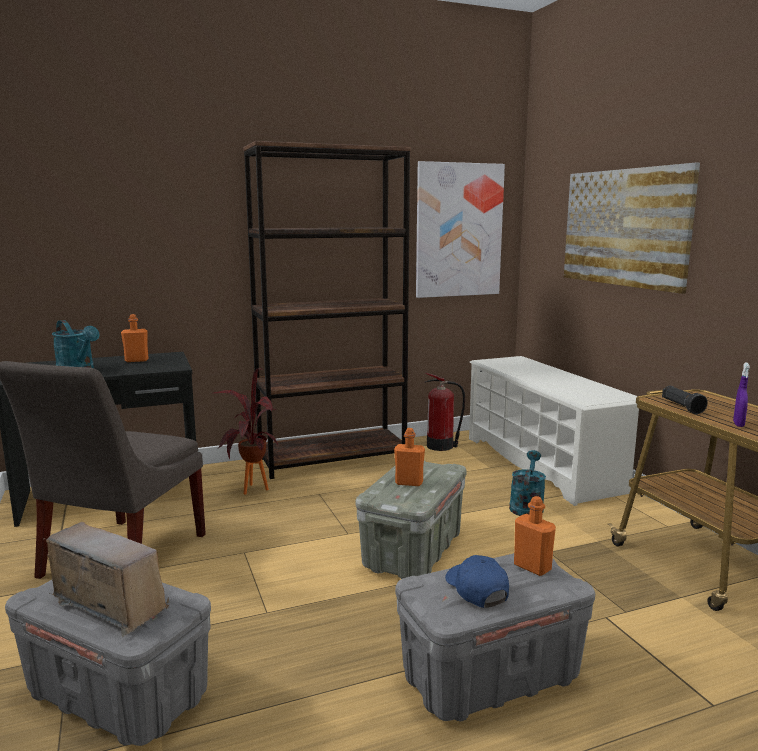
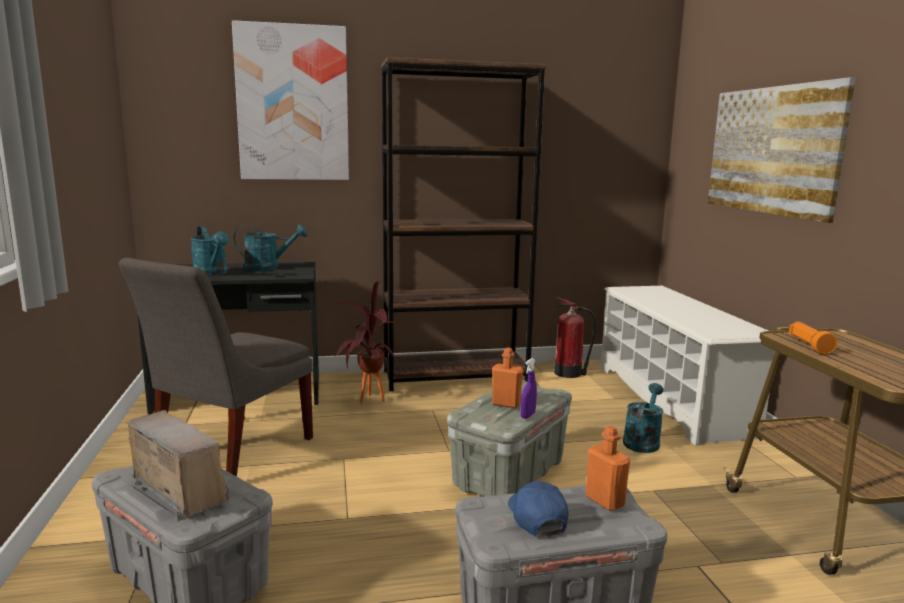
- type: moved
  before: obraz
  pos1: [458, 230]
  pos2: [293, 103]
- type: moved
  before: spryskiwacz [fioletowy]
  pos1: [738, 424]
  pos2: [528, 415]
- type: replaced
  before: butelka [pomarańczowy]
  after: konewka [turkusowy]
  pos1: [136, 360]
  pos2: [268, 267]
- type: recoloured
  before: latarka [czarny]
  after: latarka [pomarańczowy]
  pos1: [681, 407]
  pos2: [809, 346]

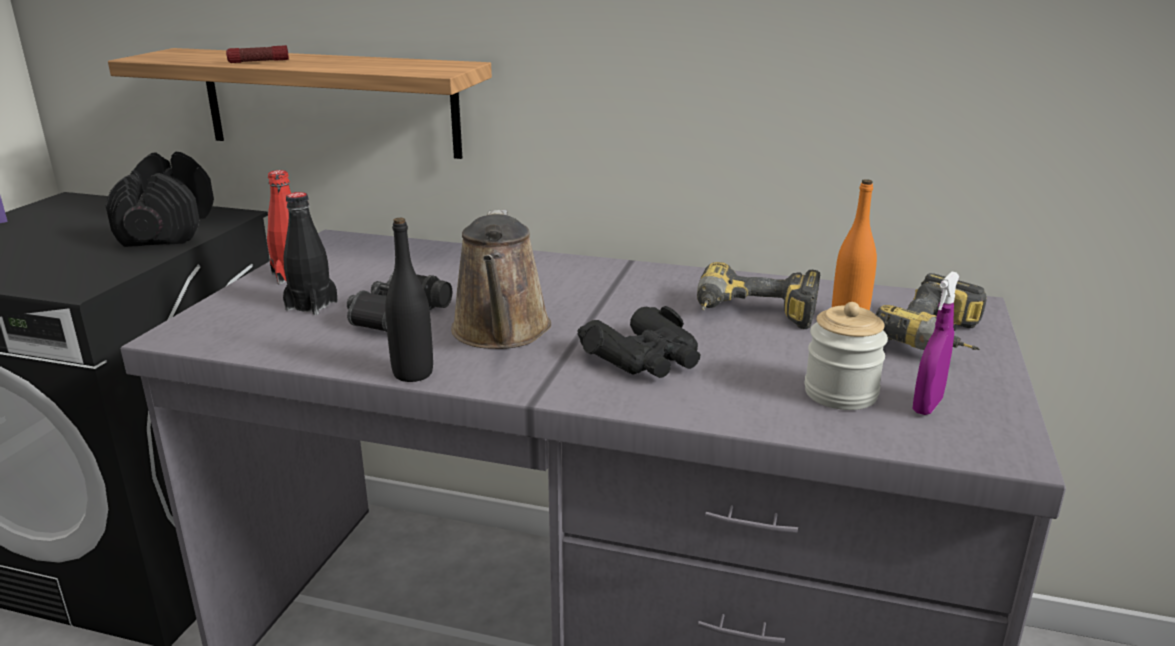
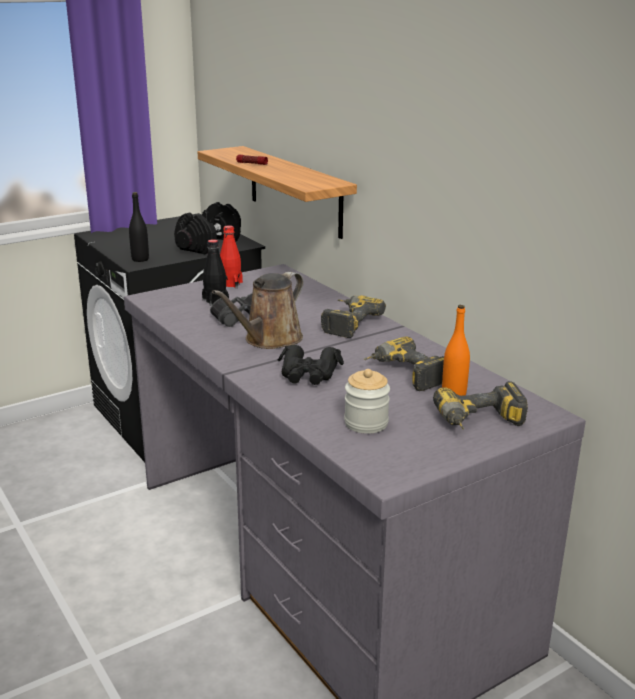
- type: removed
  before: spryskiwacz [fioletowy]
  pos1: [927, 406]
- type: added
  after: wiertarka
  pos2: [347, 323]
- type: moved
  before: butelka [czarny]
  pos1: [413, 373]
  pos2: [140, 259]

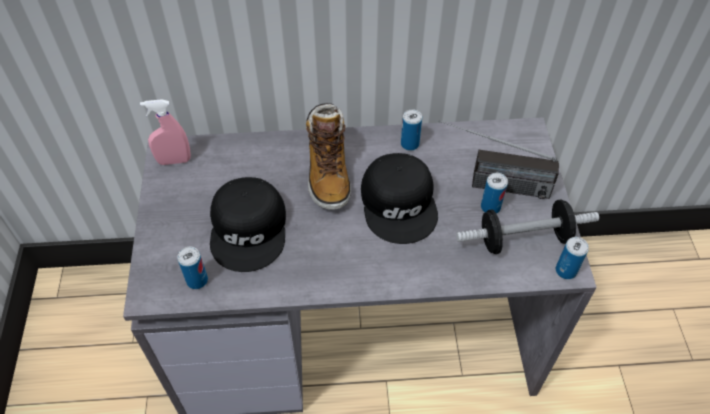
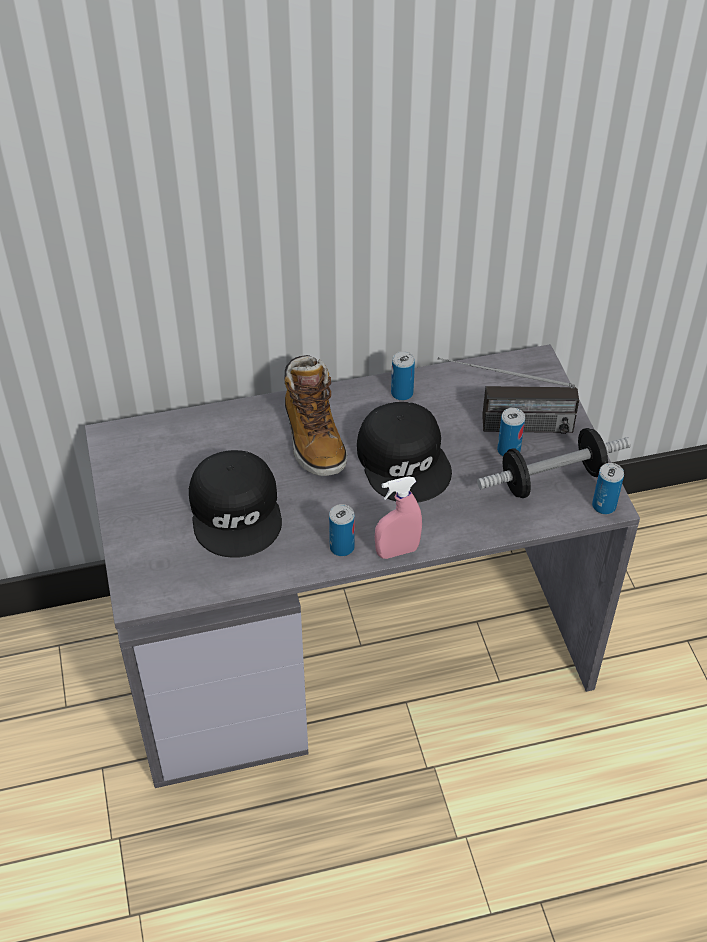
- type: moved
  before: spryskiwacz [różowy]
  pos1: [174, 161]
  pos2: [397, 551]
- type: moved
  before: puszka
  pos1: [197, 280]
  pos2: [342, 547]

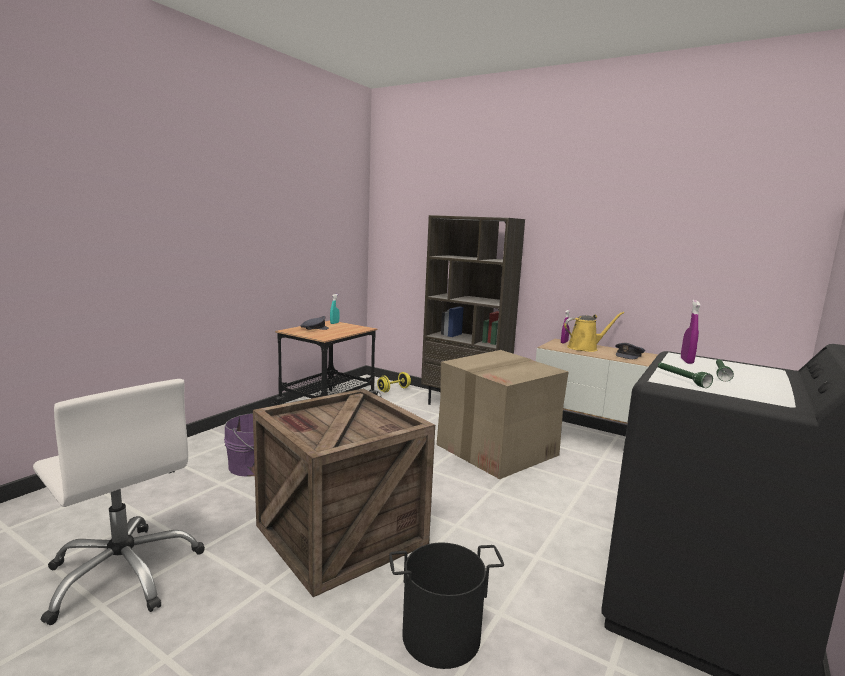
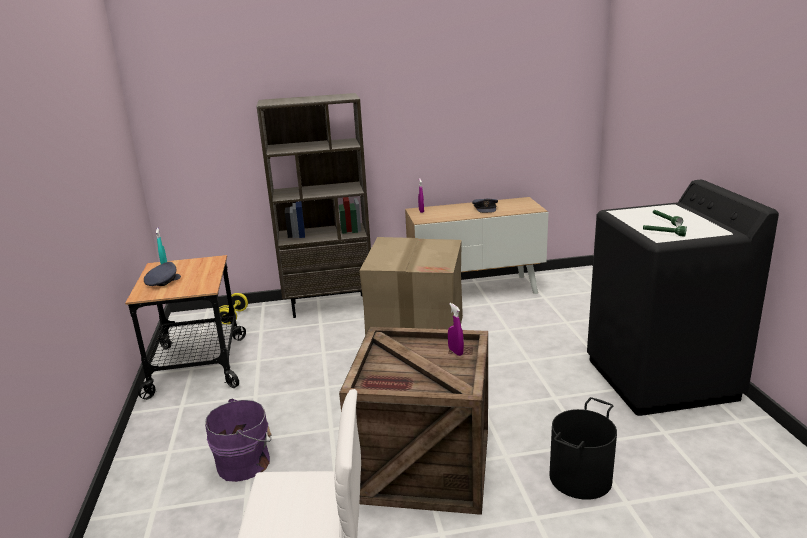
- type: removed
  before: konewka [żółty]
  pos1: [585, 348]
- type: moved
  before: spryskiwacz [fioletowy]
  pos1: [686, 361]
  pos2: [455, 352]

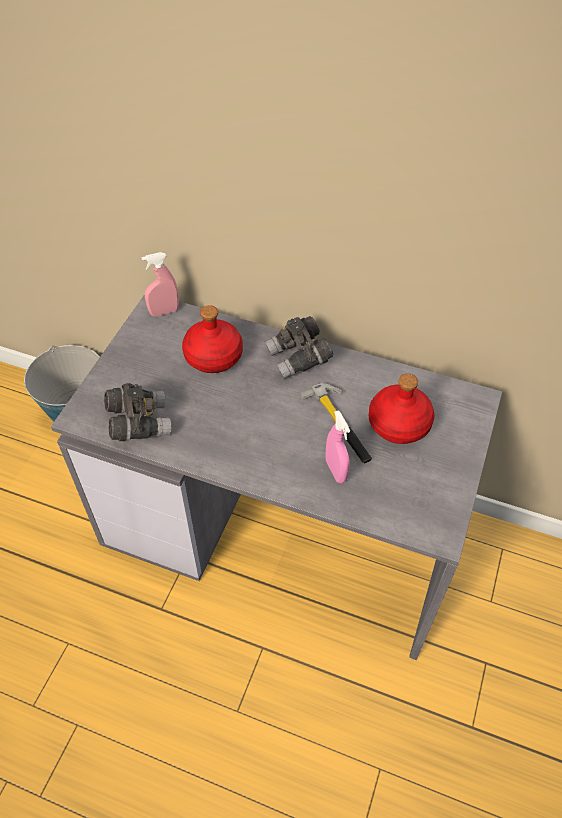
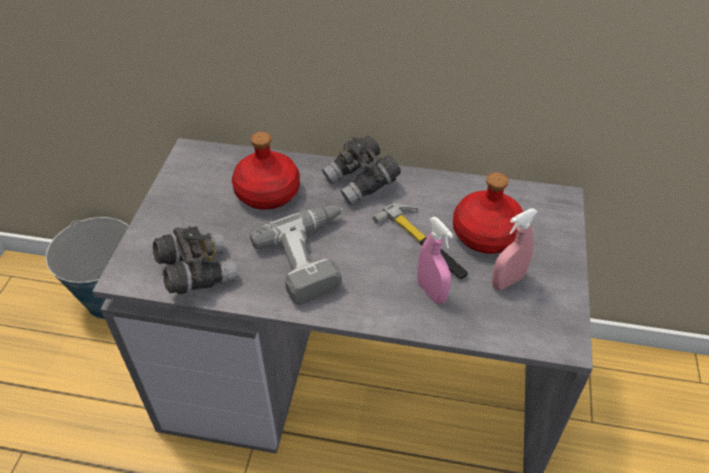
- type: added
  after: wiertarka
  pos2: [313, 257]
- type: moved
  before: spryskiwacz [różowy]
  pos1: [164, 312]
  pos2: [507, 281]

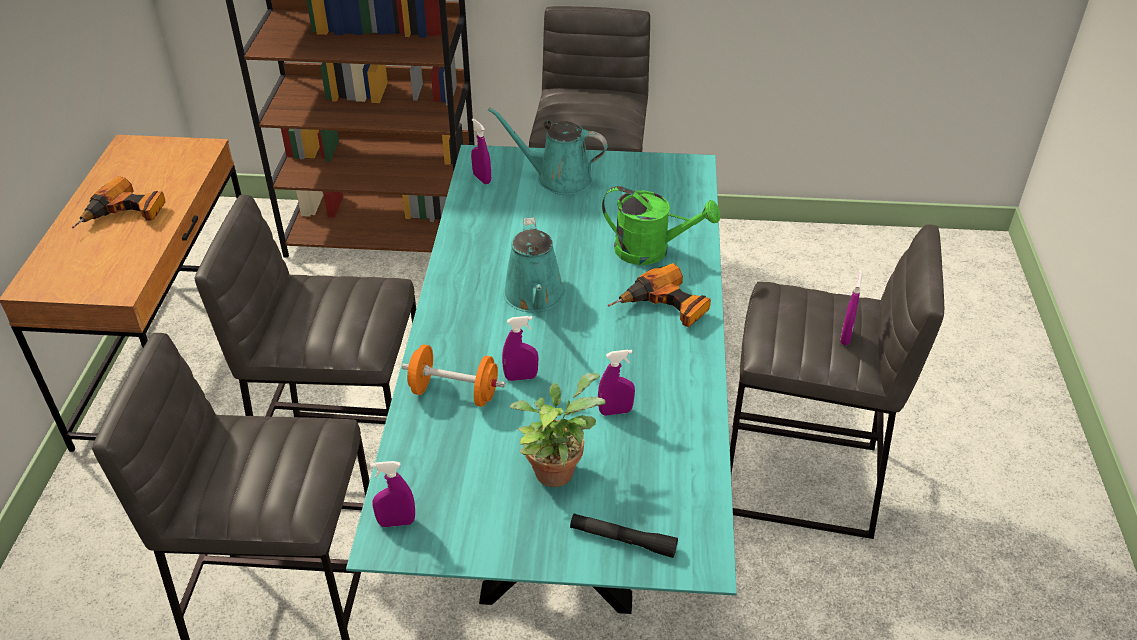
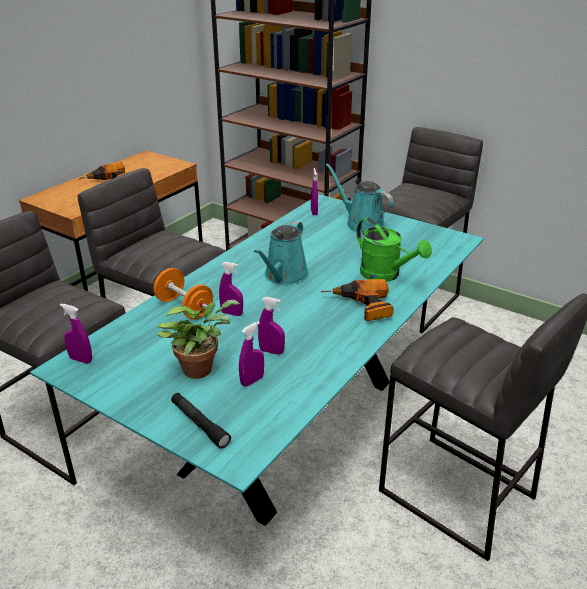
- type: moved
  before: spryskiwacz [fioletowy]
  pos1: [845, 336]
  pos2: [252, 381]

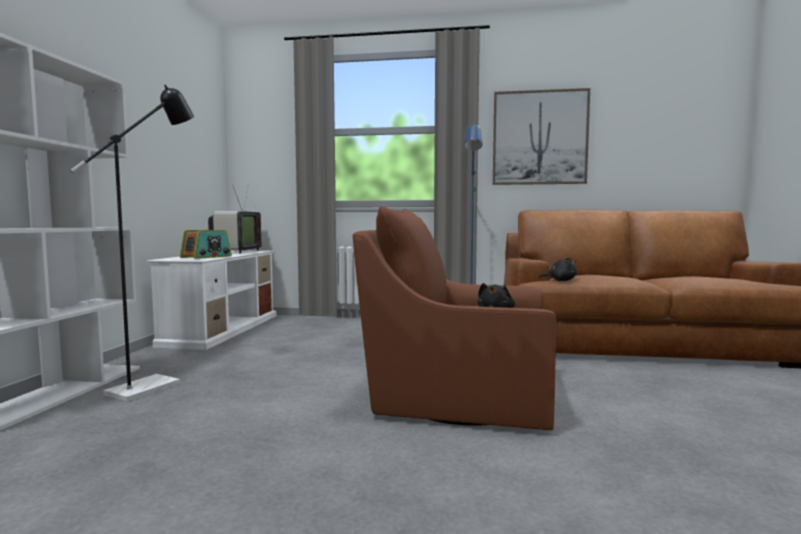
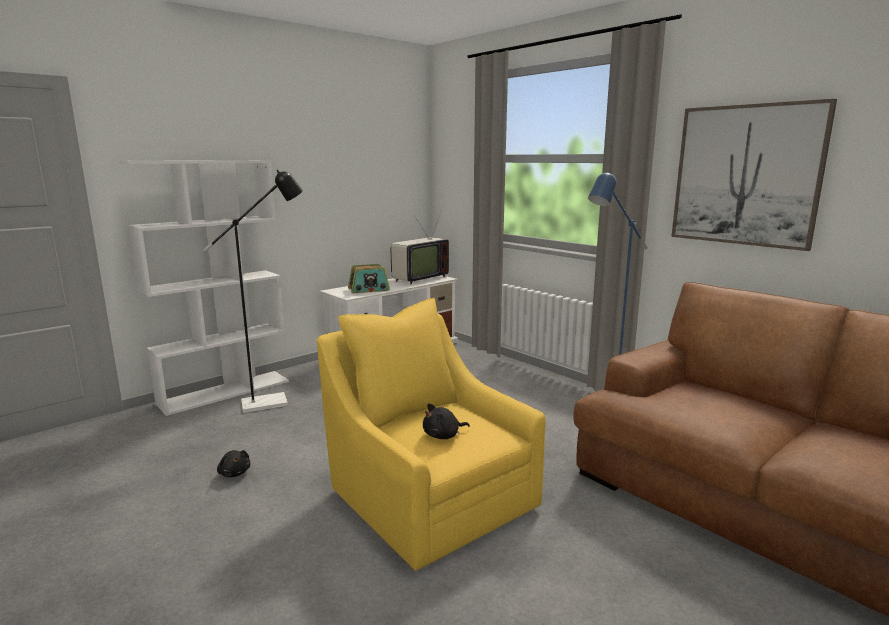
- type: moved
  before: pluszak [czarny]
  pos1: [560, 280]
  pos2: [234, 473]
- type: recoloured
  before: fotel [brązowy]
  after: fotel [żółty]
  pos1: [456, 395]
  pos2: [428, 496]

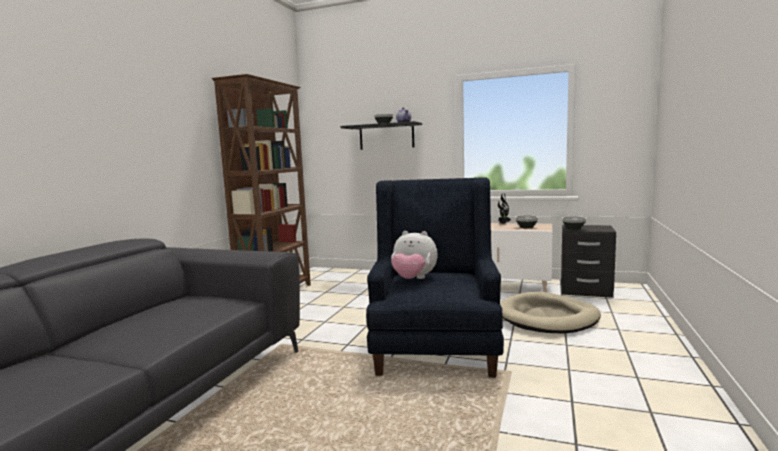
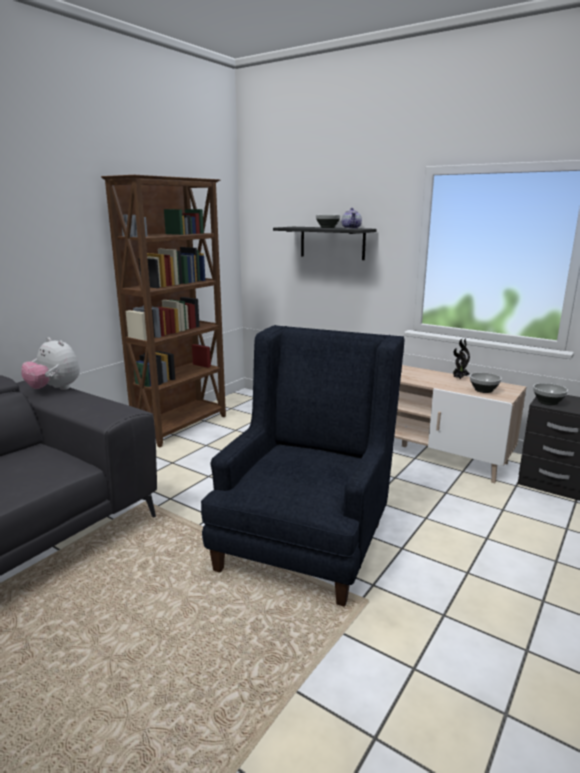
- type: removed
  before: legowisko [beżowy]
  pos1: [547, 317]
- type: moved
  before: pluszak
  pos1: [413, 279]
  pos2: [54, 389]

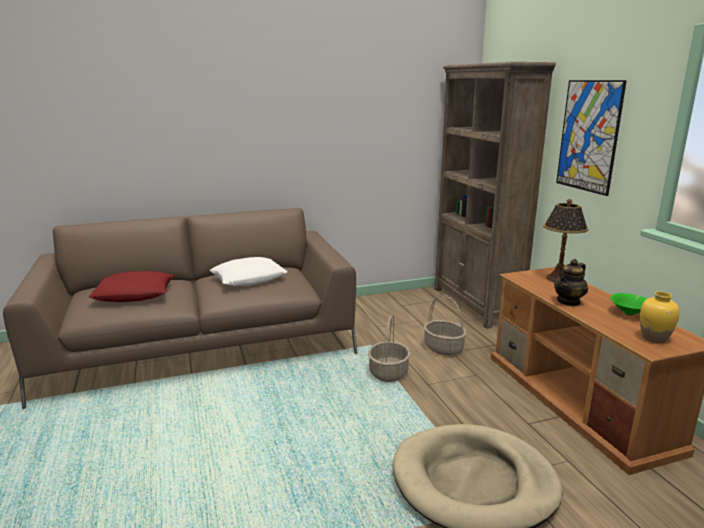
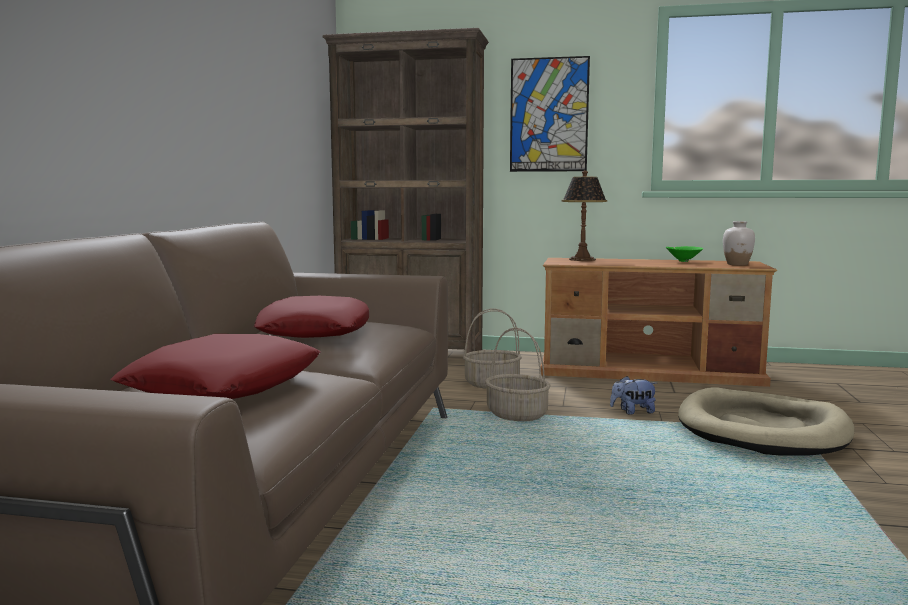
- type: removed
  before: imbryk
  pos1: [569, 301]
- type: added
  after: pluszak
  pos2: [633, 412]
- type: recoloured
  before: poduszka [biały]
  after: poduszka [czerwony]
  pos1: [249, 278]
  pos2: [315, 330]
- type: recoloured
  before: wazon [żółty]
  after: wazon [biały]
  pos1: [654, 338]
  pos2: [737, 264]

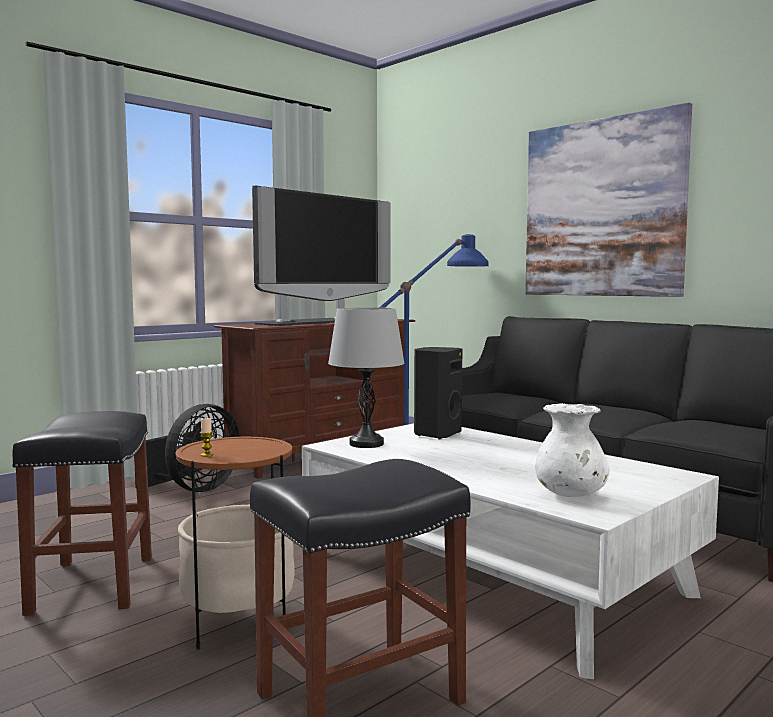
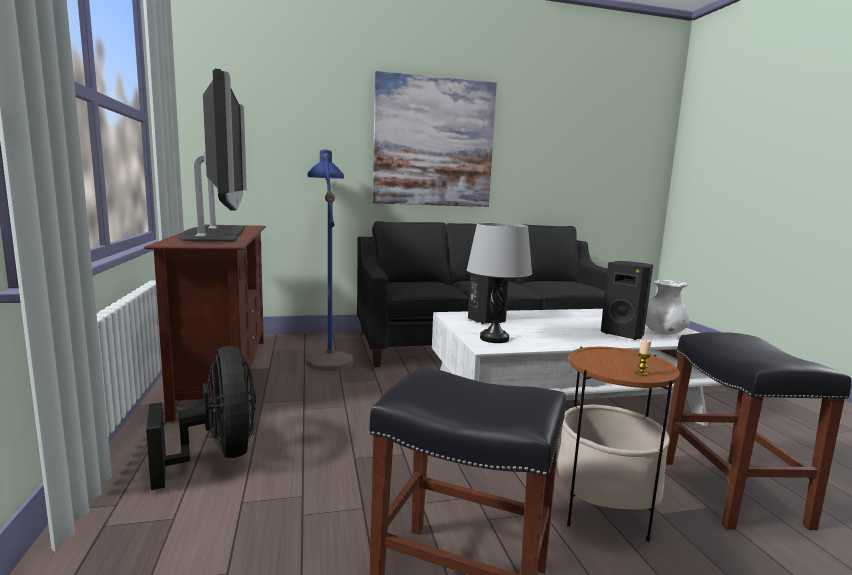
- type: added
  after: głośnik [czarny]
  pos2: [623, 334]

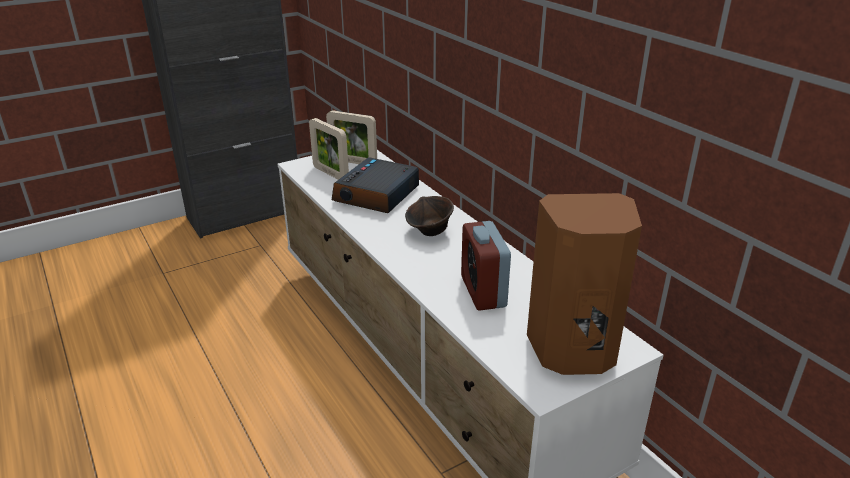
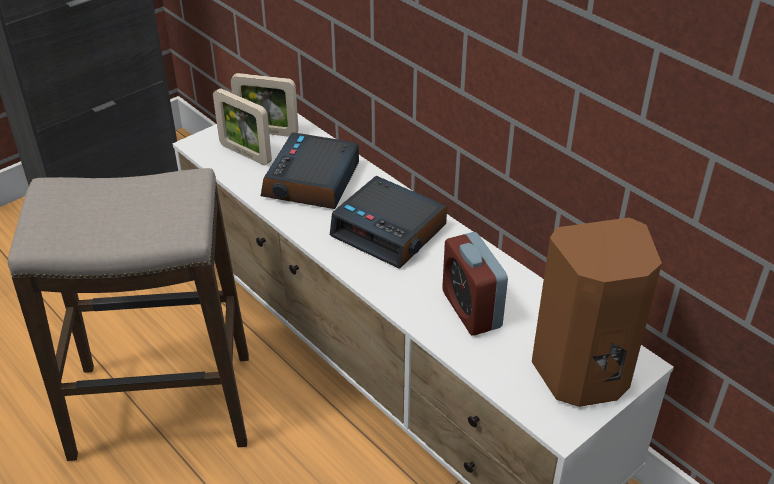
- type: added
  after: stołek
  pos2: [162, 406]
- type: replaced
  before: miska [brązowy]
  after: budzik
  pos1: [430, 231]
  pos2: [390, 231]

